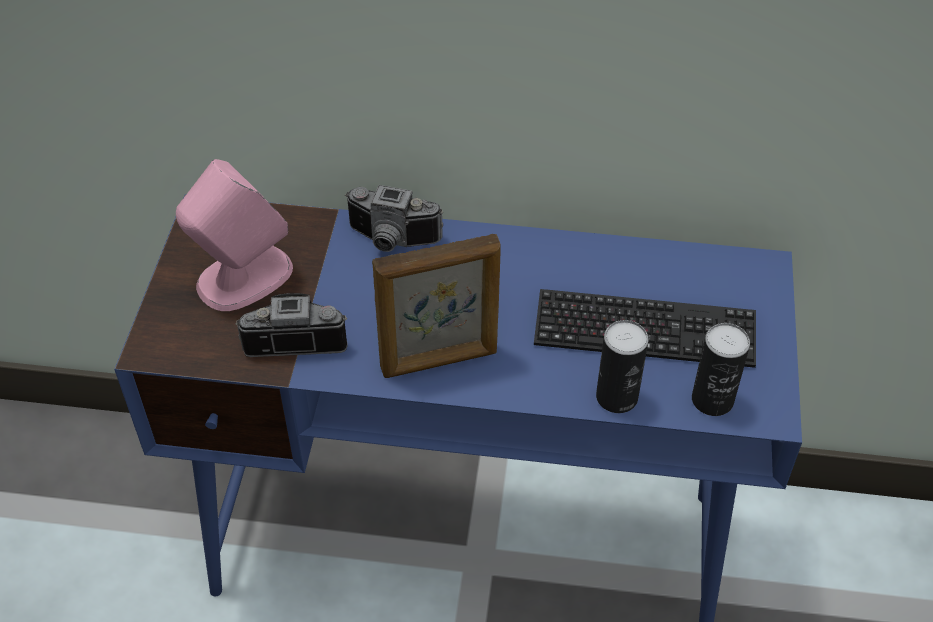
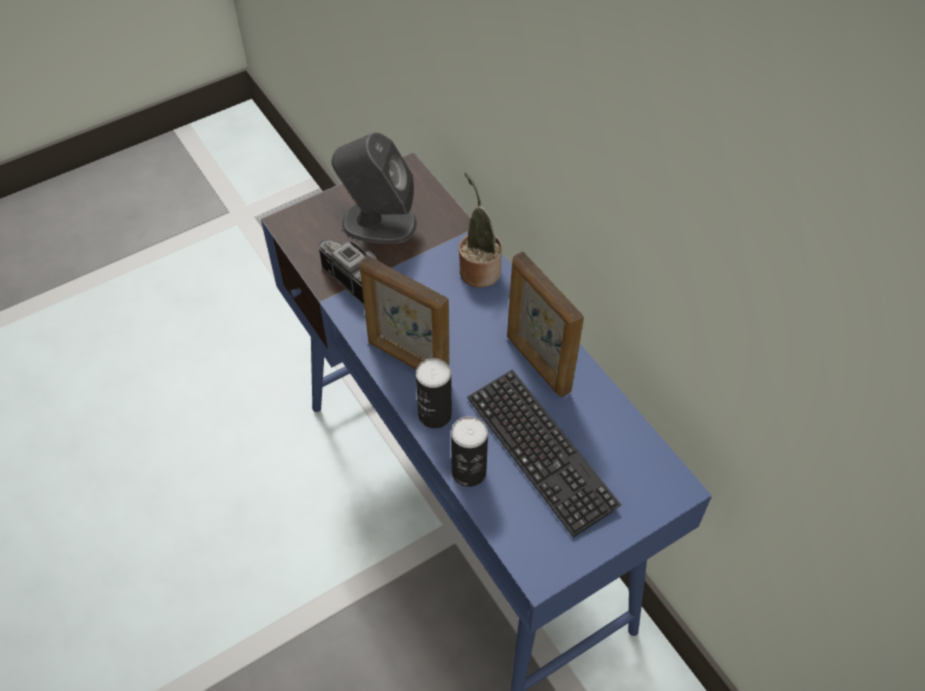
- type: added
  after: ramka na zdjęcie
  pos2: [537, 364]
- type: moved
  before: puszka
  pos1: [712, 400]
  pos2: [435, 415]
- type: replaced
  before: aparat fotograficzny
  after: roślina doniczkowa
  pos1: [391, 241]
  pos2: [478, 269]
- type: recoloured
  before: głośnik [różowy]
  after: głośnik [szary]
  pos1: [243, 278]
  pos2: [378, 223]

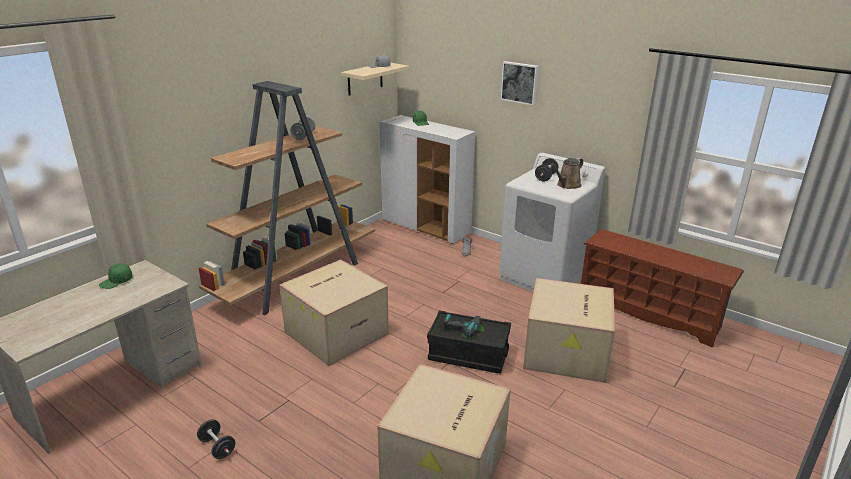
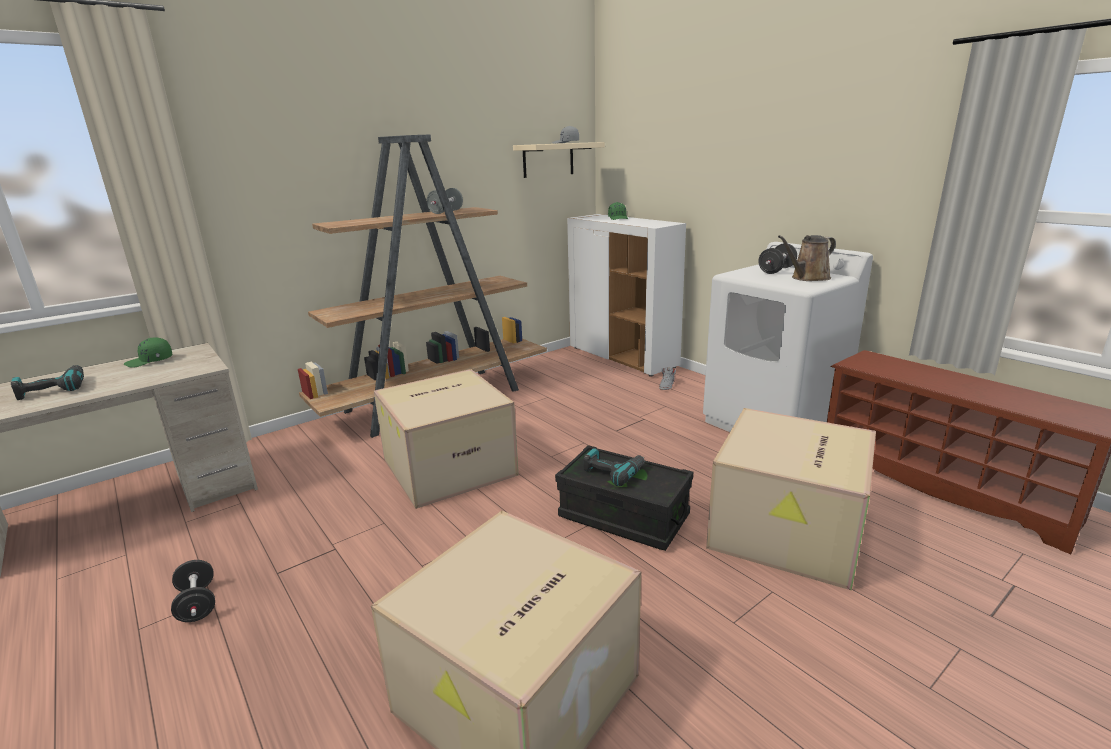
- type: removed
  before: obraz
  pos1: [520, 82]
- type: added
  after: wiertarka
  pos2: [53, 389]

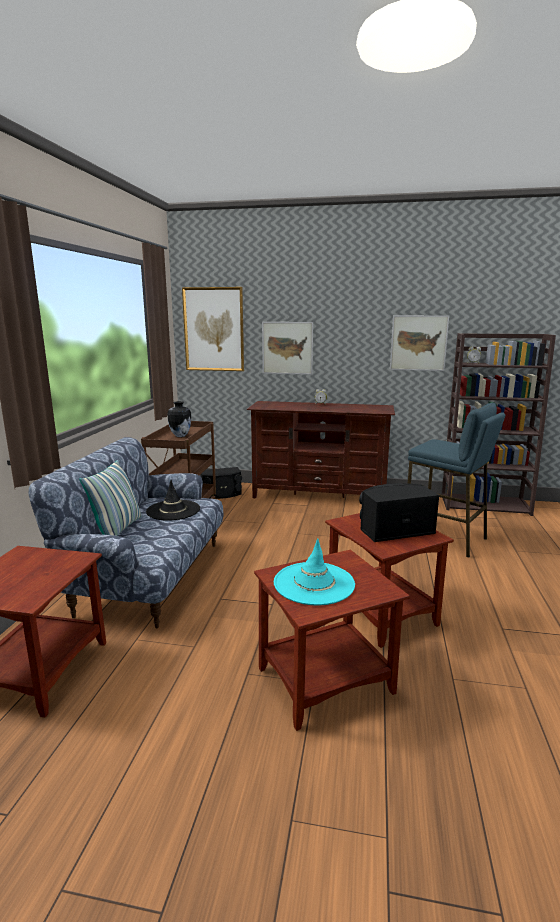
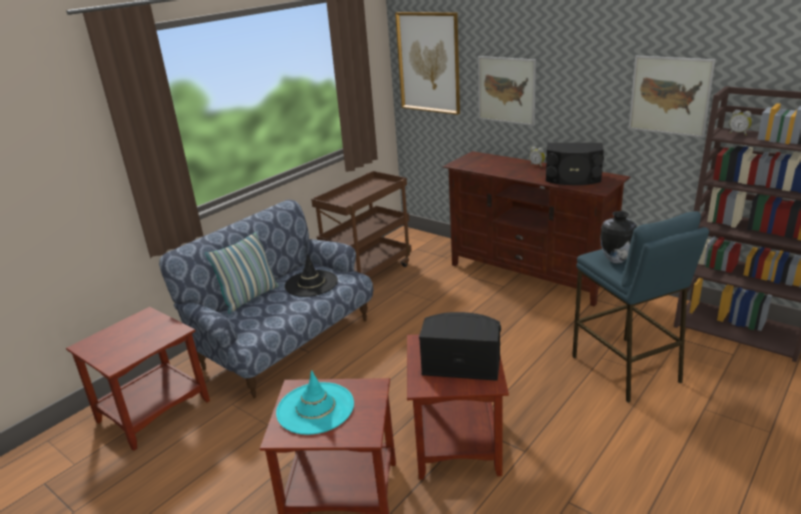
- type: moved
  before: wazon
  pos1: [180, 436]
  pos2: [615, 260]
- type: moved
  before: głośnik [czarny]
  pos1: [221, 494]
  pos2: [573, 179]

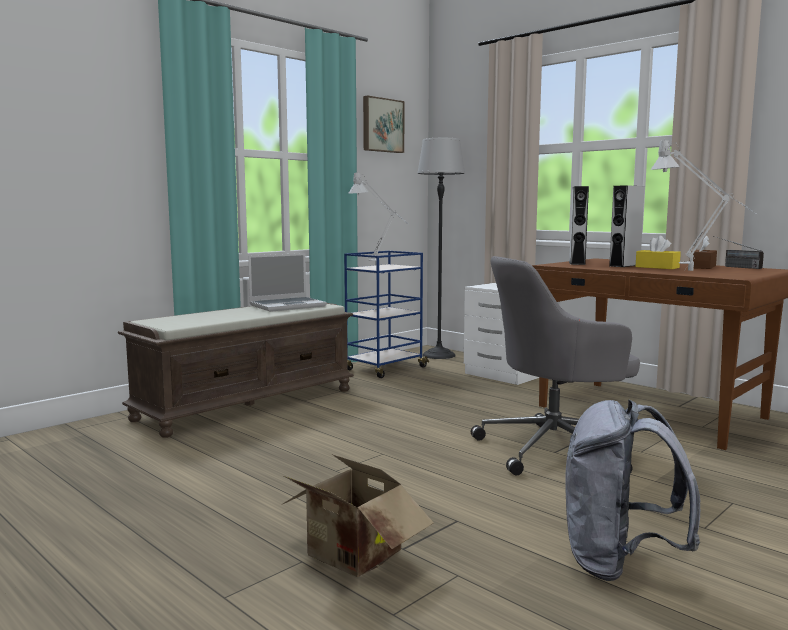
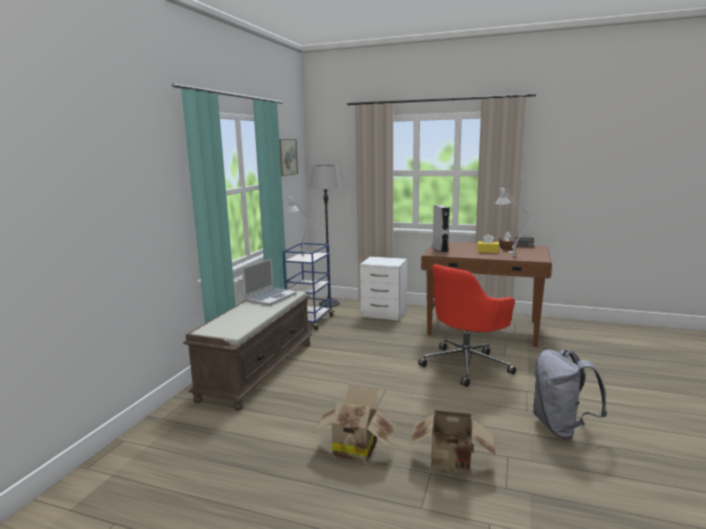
- type: removed
  before: głośnik [szary]
  pos1: [624, 265]
- type: added
  after: karton
  pos2: [355, 447]
- type: recoloured
  before: krzesło biurowe [szary]
  after: krzesło biurowe [czerwony]
  pos1: [555, 449]
  pos2: [466, 364]

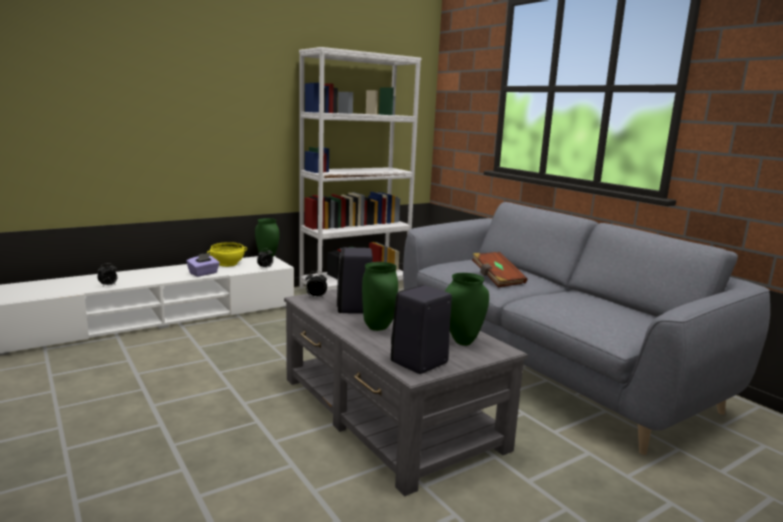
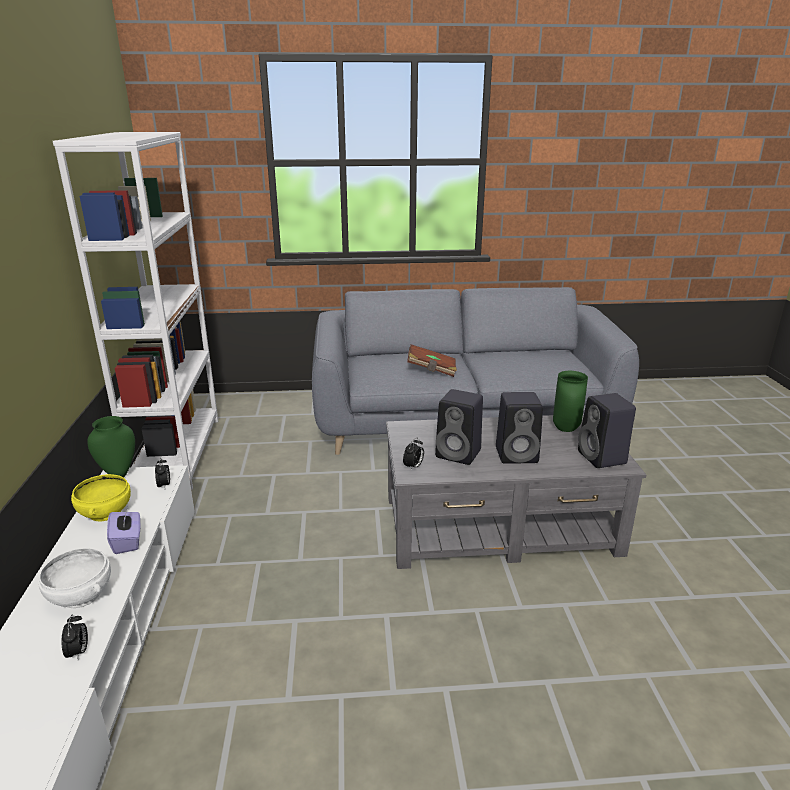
- type: added
  after: miska [biały]
  pos2: [82, 595]
- type: replaced
  before: wazon [zielony]
  after: głośnik [czarny]
  pos1: [379, 327]
  pos2: [518, 455]

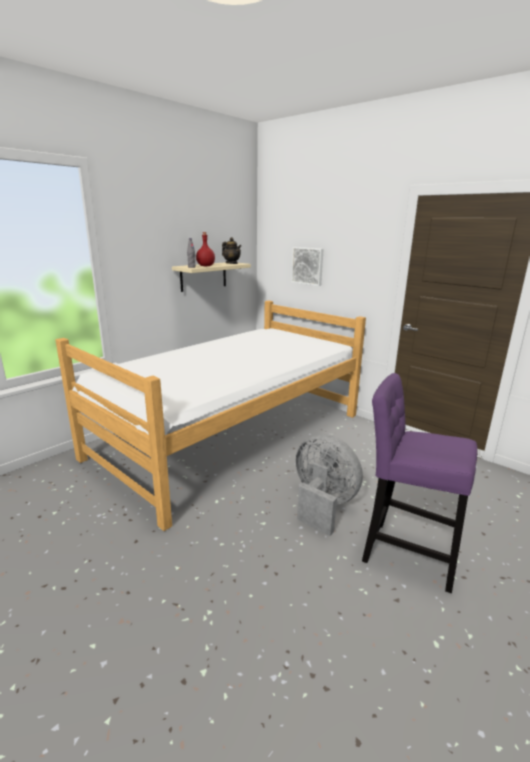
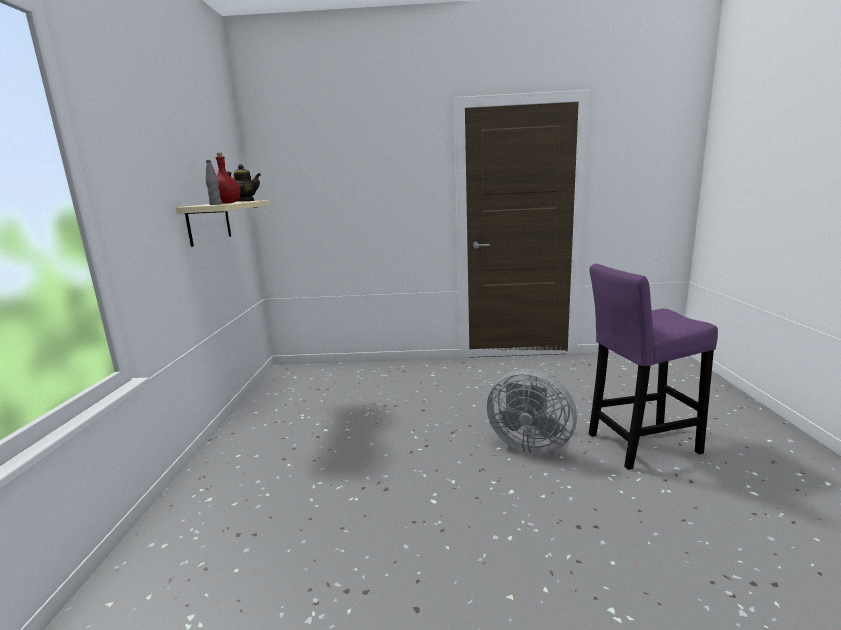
- type: removed
  before: łóżko
  pos1: [232, 435]
- type: removed
  before: obraz
  pos1: [308, 266]
- type: turned
  before: wentylator [szary]
  pos1: [322, 505]
  pos2: [529, 444]
  turn: -150

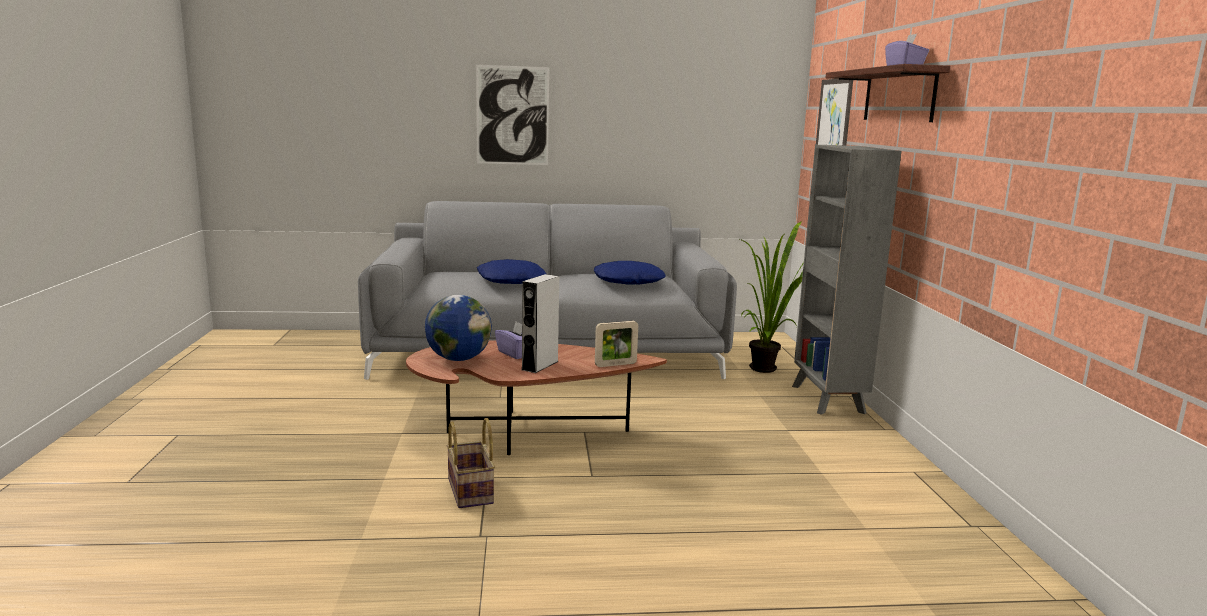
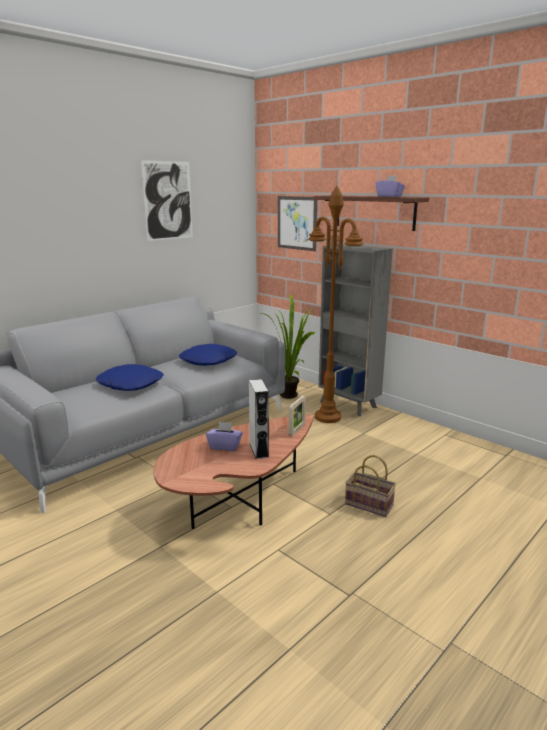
- type: removed
  before: globus
  pos1: [458, 359]
- type: added
  after: lampa stojąca [brązowy]
  pos2: [328, 417]
- type: moved
  before: koszyk
  pos1: [472, 492]
  pos2: [370, 504]
- type: moved
  before: obraz
  pos1: [512, 115]
  pos2: [168, 201]

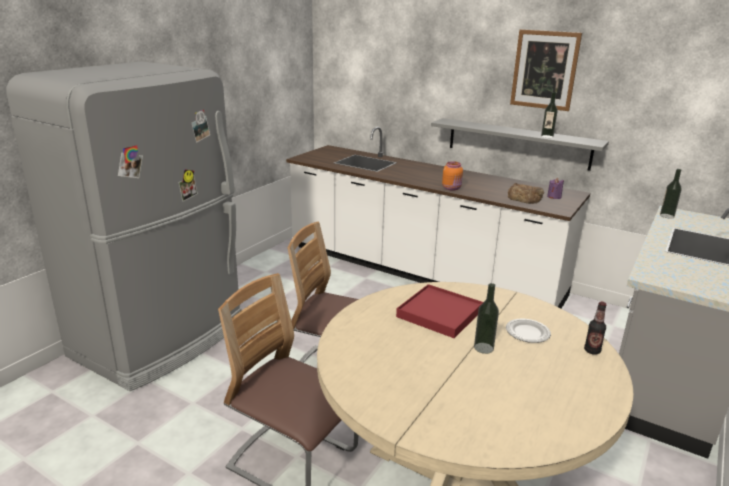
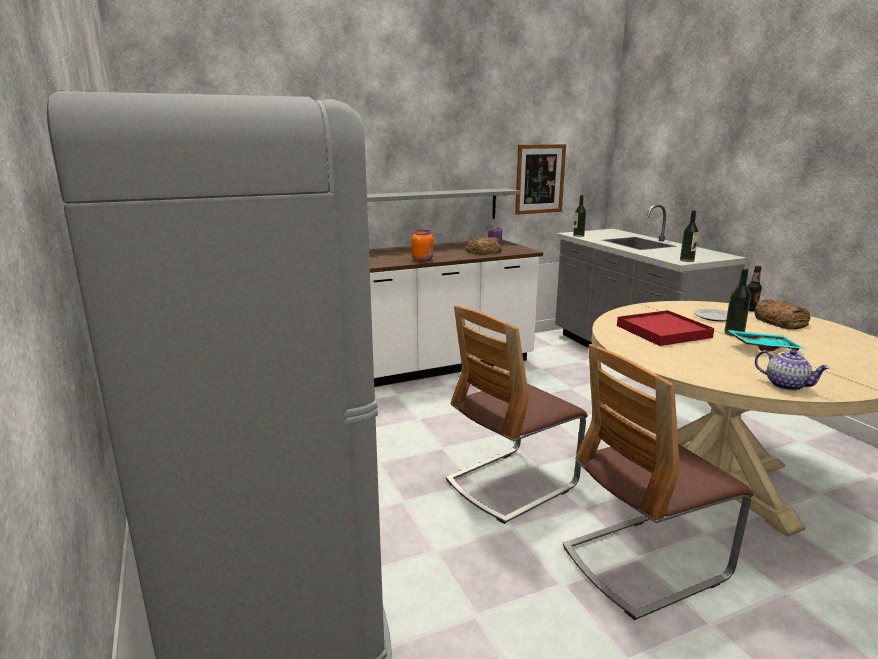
- type: added
  after: taca [turkusowy]
  pos2: [763, 347]
- type: added
  after: chleb
  pos2: [780, 321]
- type: added
  after: imbryk
  pos2: [787, 385]
- type: moved
  before: obraz
  pos1: [544, 70]
  pos2: [539, 179]
- type: moved
  before: butelka
  pos1: [547, 136]
  pos2: [687, 260]

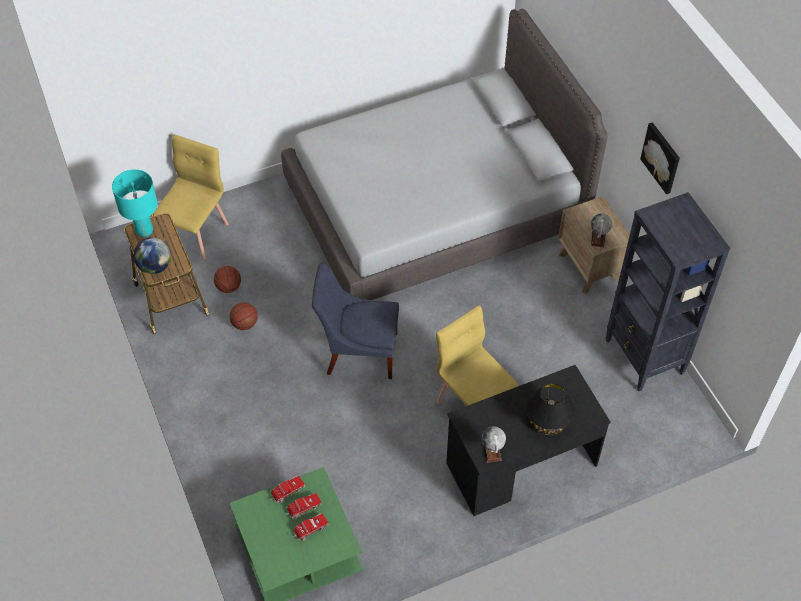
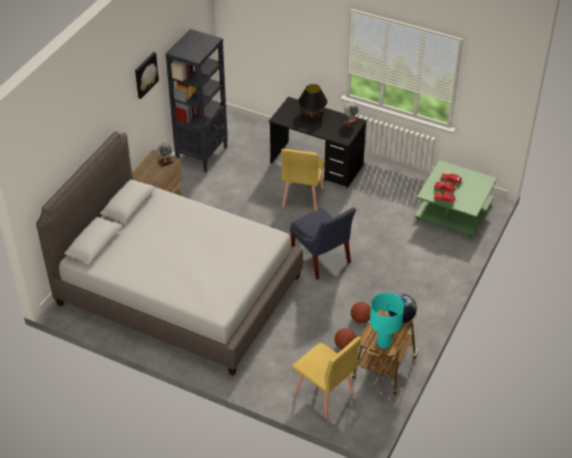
- type: turned
  before: krzesło [żółty]
  pos1: [196, 233]
  pos2: [324, 394]
  turn: -120

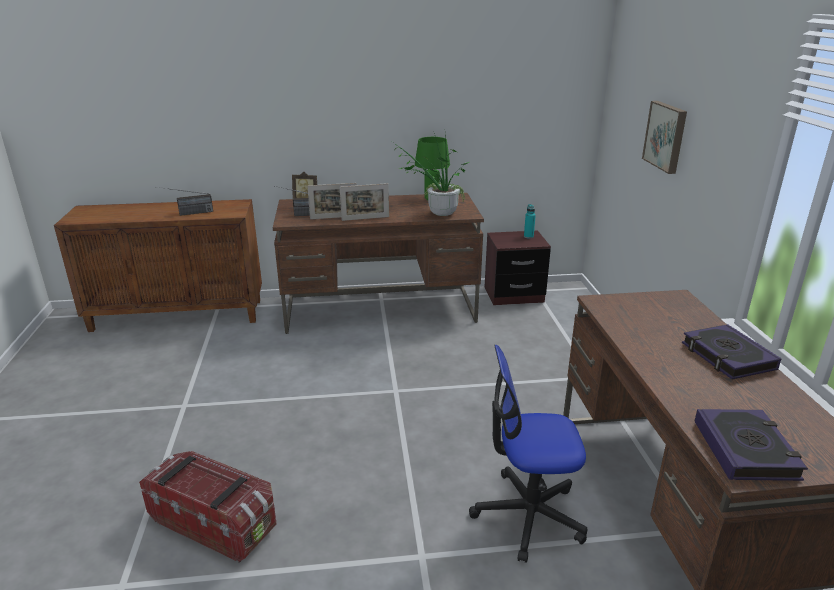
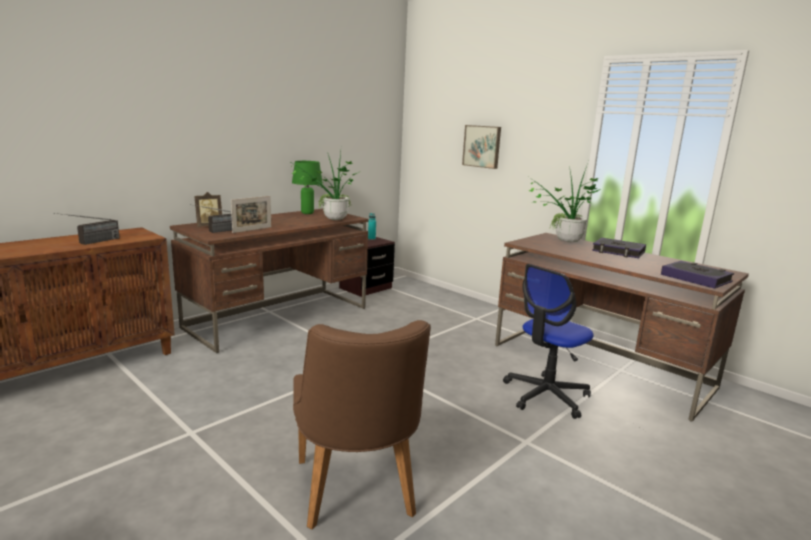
- type: removed
  before: ramka na zdjęcie
  pos1: [365, 218]
- type: added
  after: roślina doniczkowa
  pos2: [563, 242]
- type: replaced
  before: pojemnik do przechowywania
  after: krzesło [brązowy]
  pos1: [214, 522]
  pos2: [357, 495]

